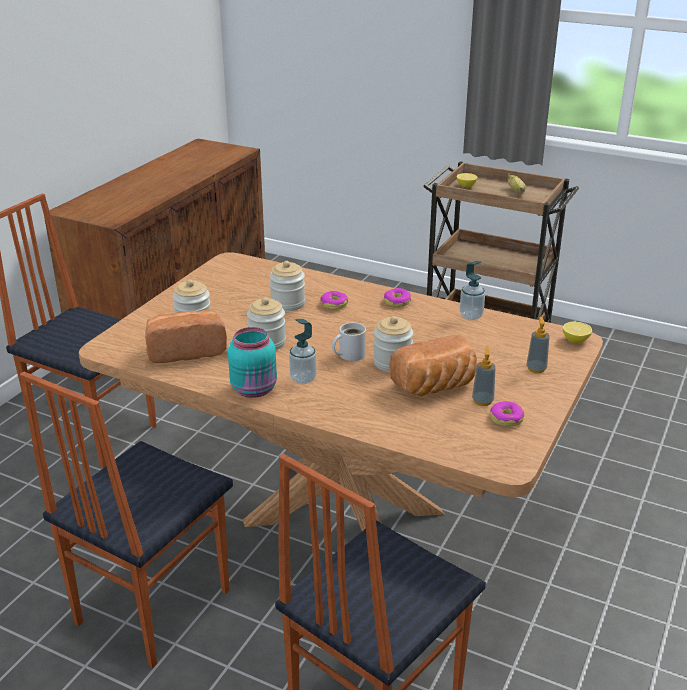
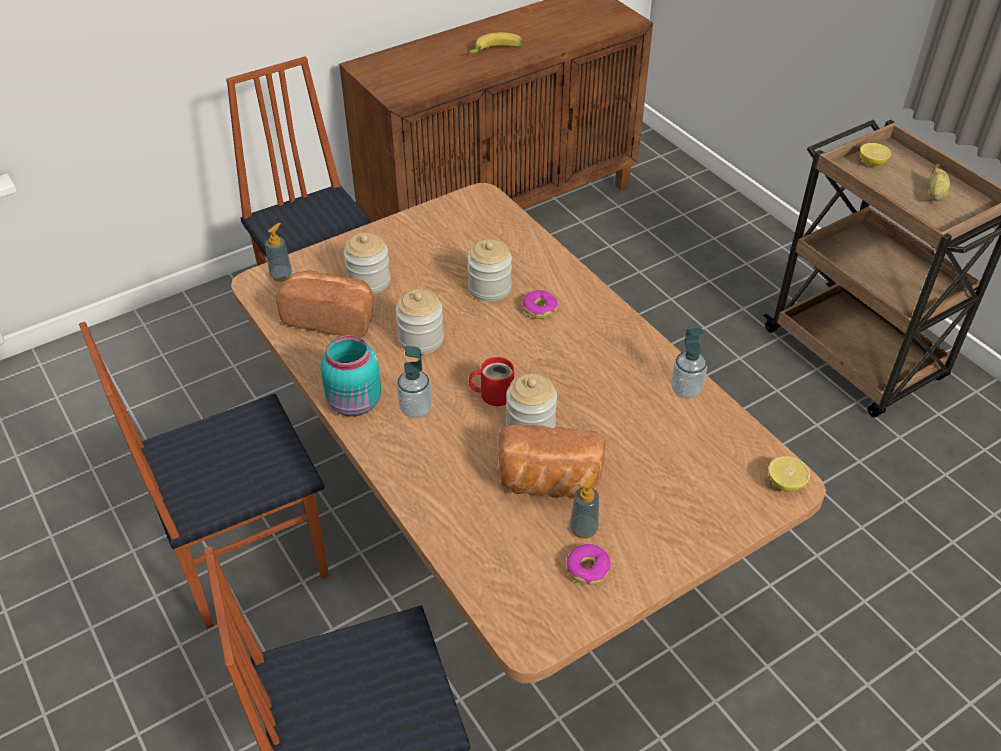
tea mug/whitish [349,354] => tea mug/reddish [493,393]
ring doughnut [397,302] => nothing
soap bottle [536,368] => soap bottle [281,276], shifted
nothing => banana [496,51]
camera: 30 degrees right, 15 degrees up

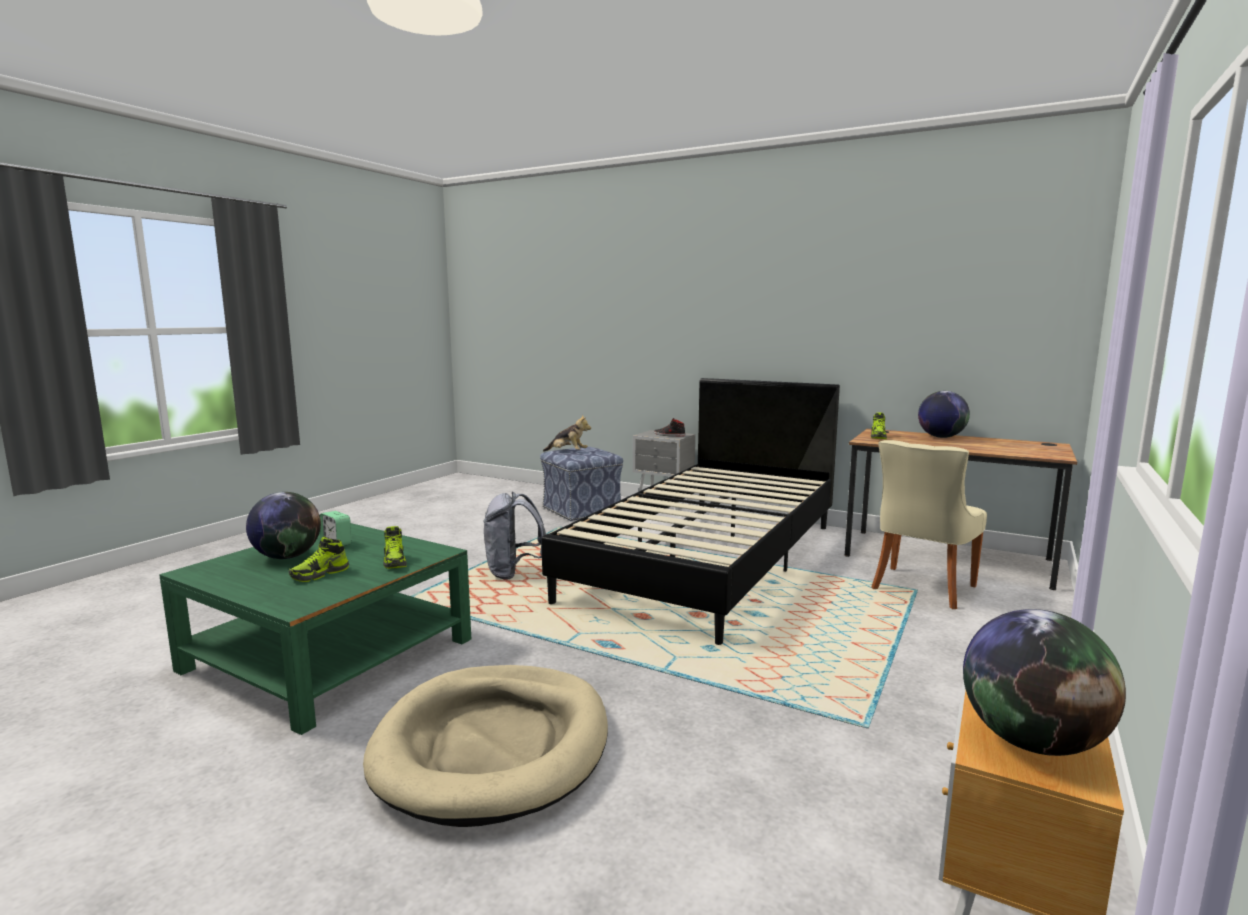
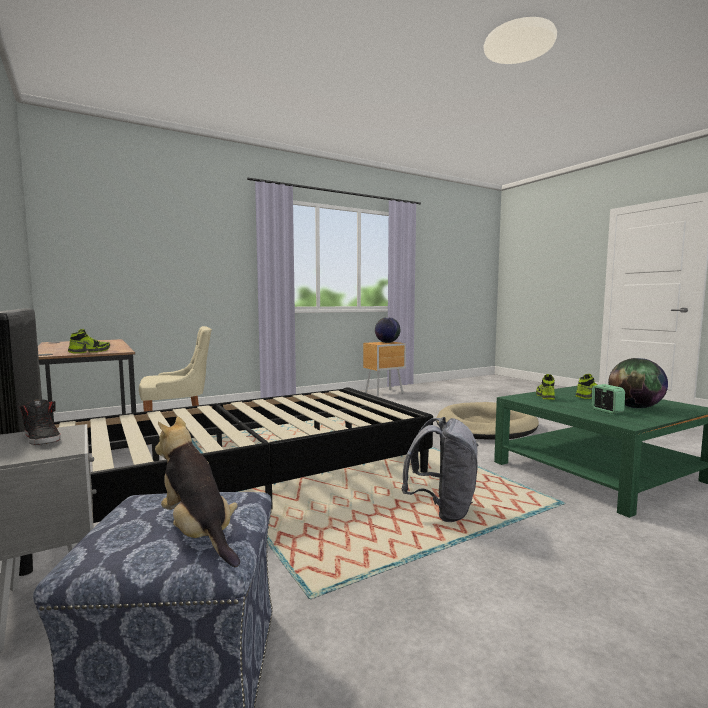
world globe [941,437] => nothing
camera: 150 degrees left, 5 degrees down

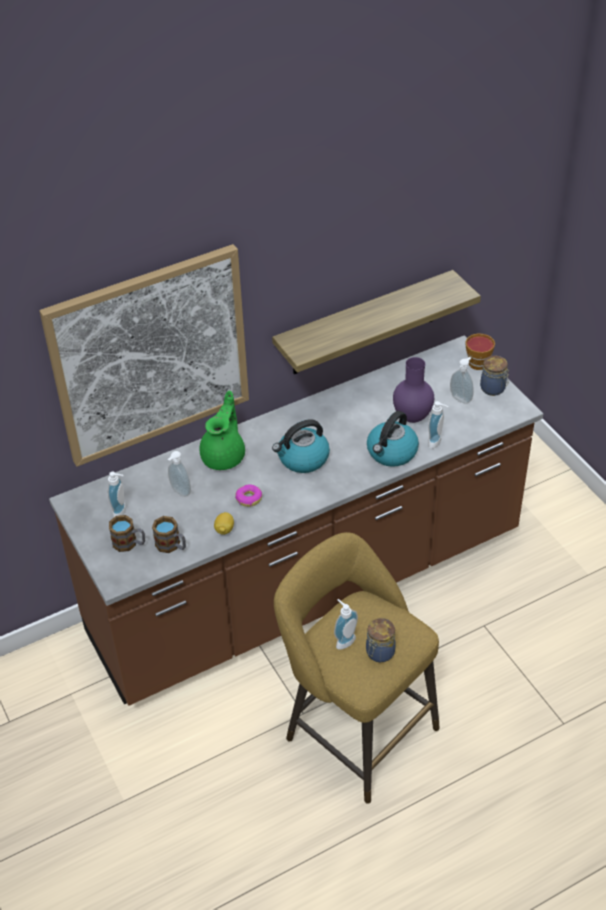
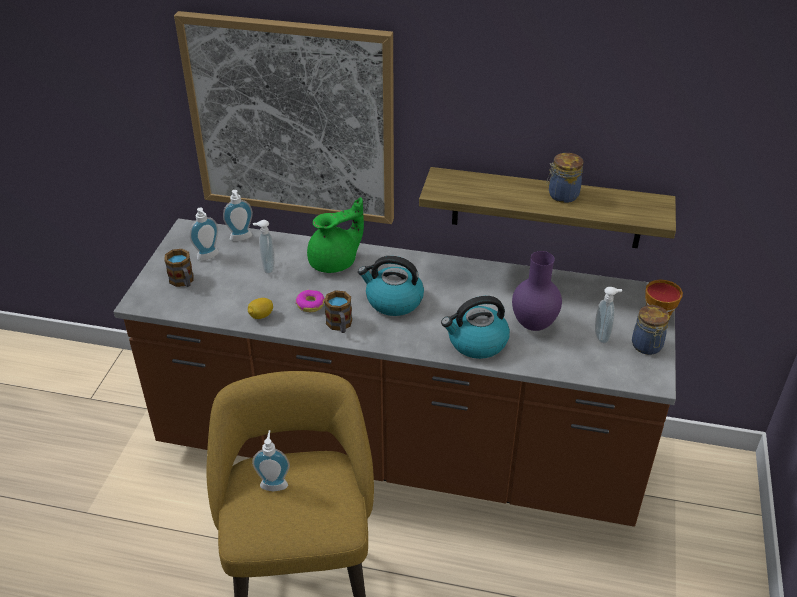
tea mug [172,546] => tea mug [340,325], shifted
jar [379,653] => jar [562,195], shifted
soap bottle [437,443] => soap bottle [241,239], shifted
camera: 40 degrees right, 5 degrees down

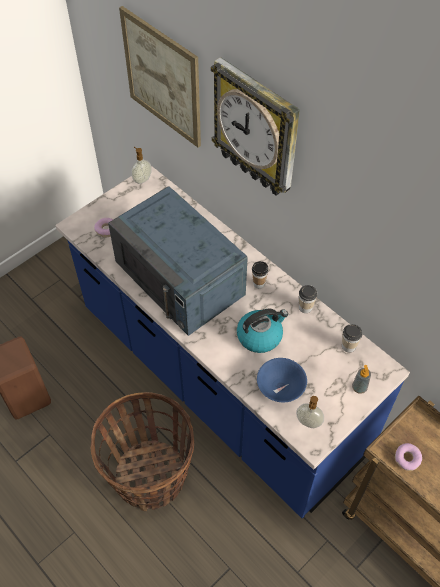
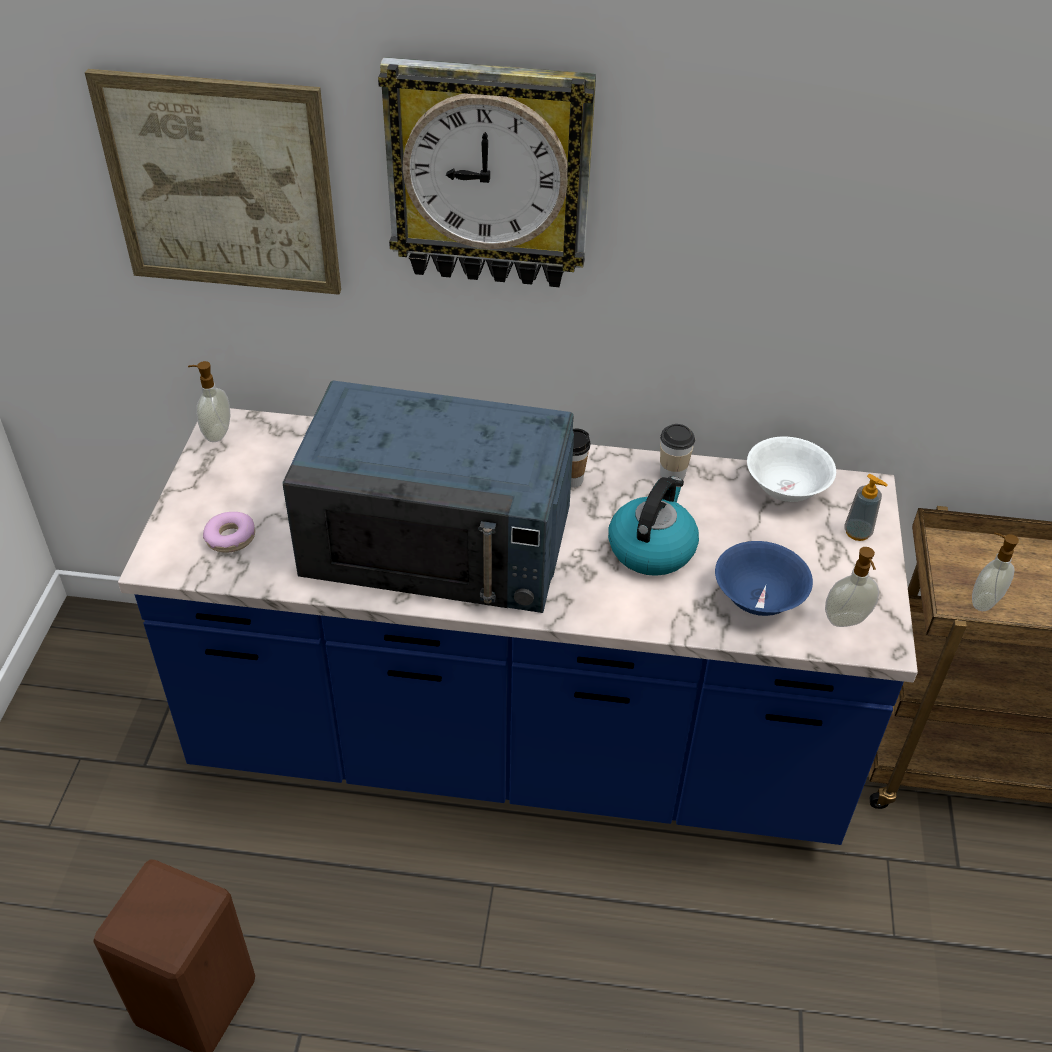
basket [150,476] => nothing
cup [348,346] => bowl/whitish [785,489]
ring doughnut [407,459] => soap bottle [983,601]
camera: 40 degrees left, 10 degrees down

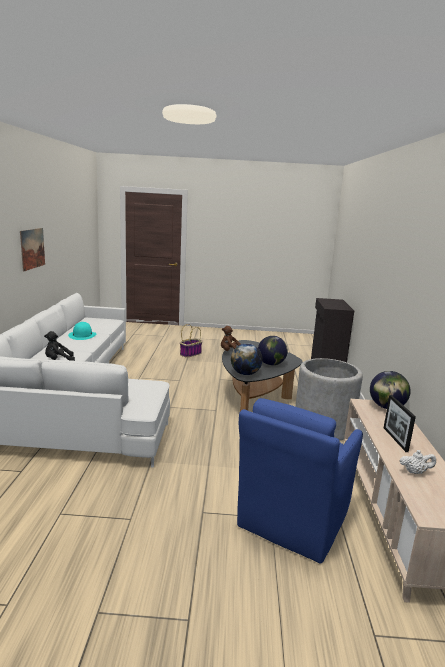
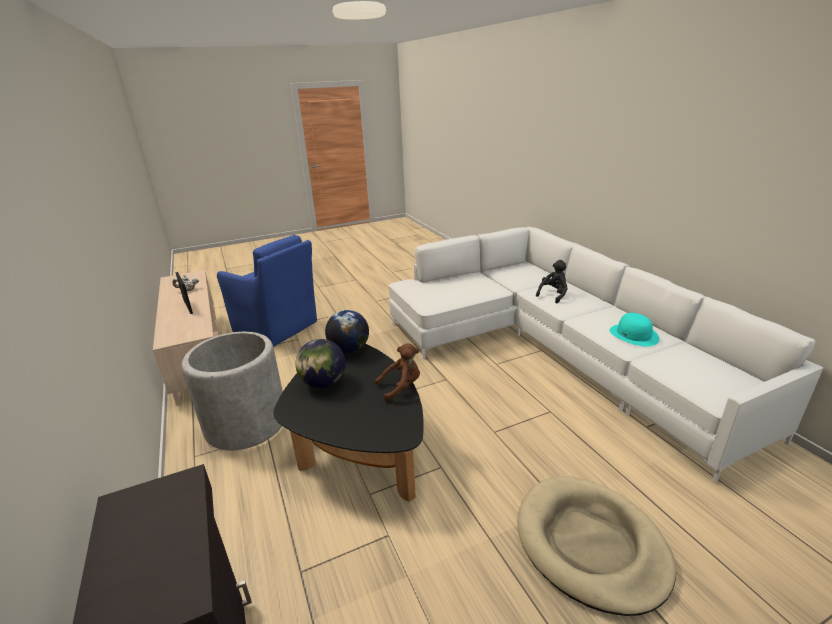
wall picture [32,248] => nothing
basket [190,354] => dog bed/beige-coloured [590,544]
lounge chair/blue [292,520] => lounge chair/blue [277,328], 120 degrees clockwise
world globe [386,407] => nothing
camera: 155 degrees right, 10 degrees up

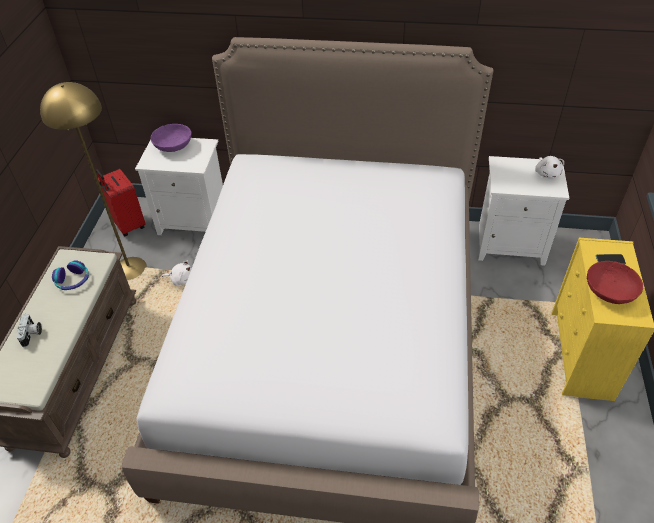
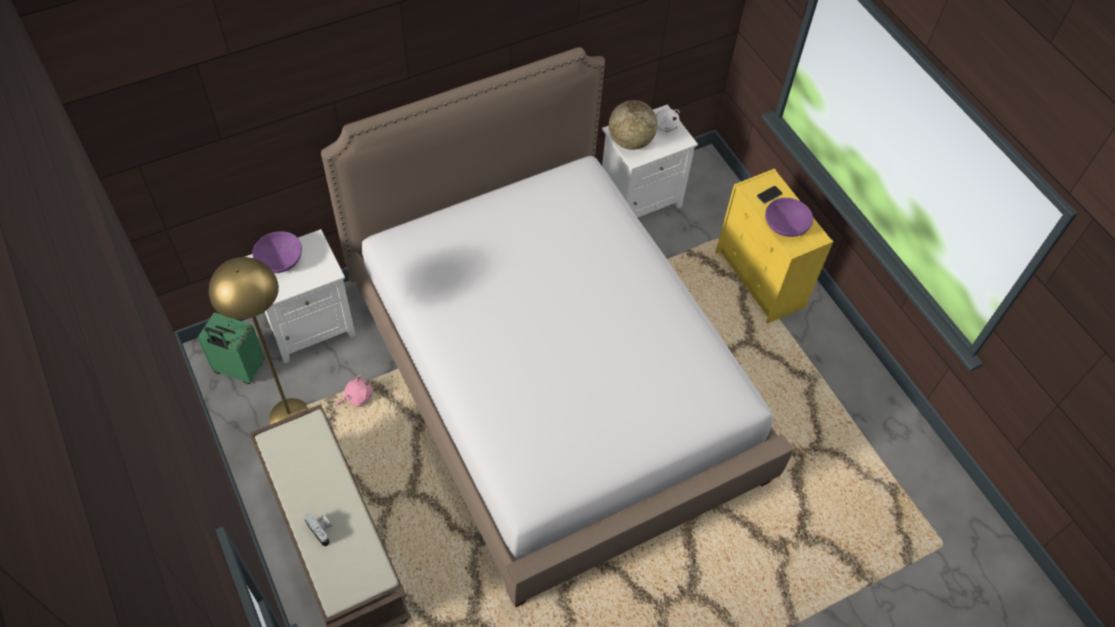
headphones [73,280] => nothing
travel case/reddish [128,225] => travel case/green-coloured [239,369]
plush toy/whitish [181,279] => plush toy/pinkish [357,397]
bowl/reddish [609,291] => bowl/purplish [785,225]
nothing => world globe [630,141]
camera: 40 degrees left, 10 degrees up

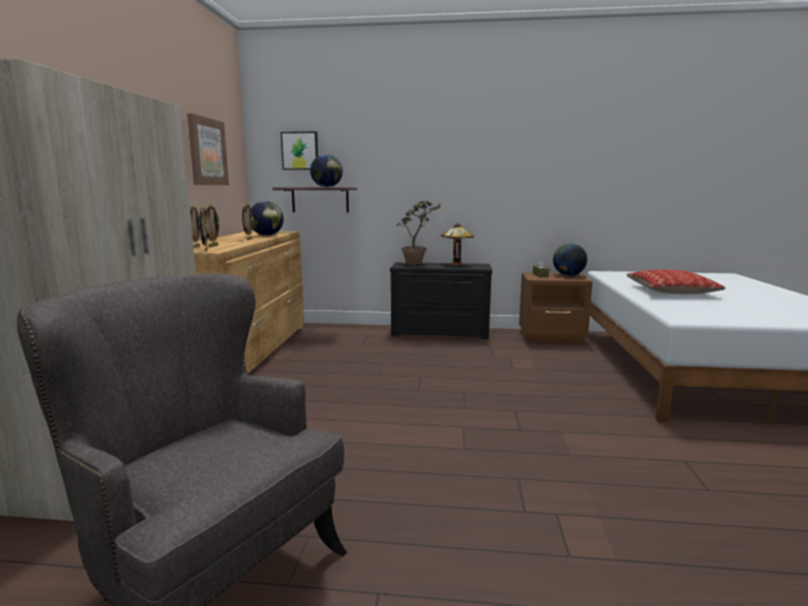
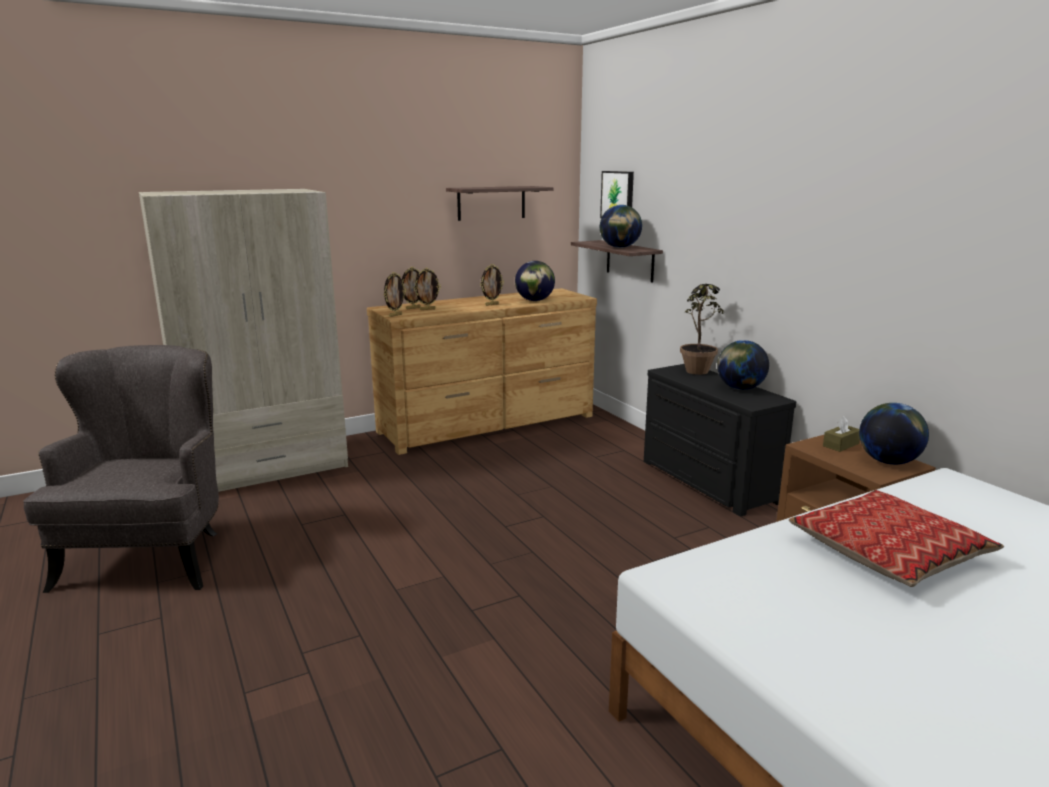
wall picture [207,152] => wall shelf [491,203]
lamp for a table [456,264] => world globe [740,388]
camera: 55 degrees right, 5 degrees up

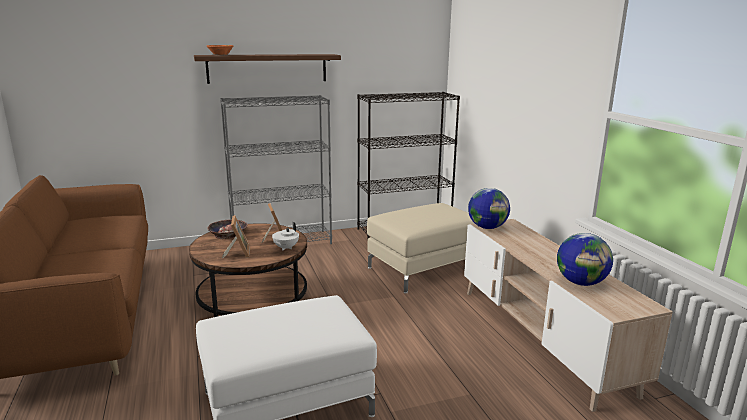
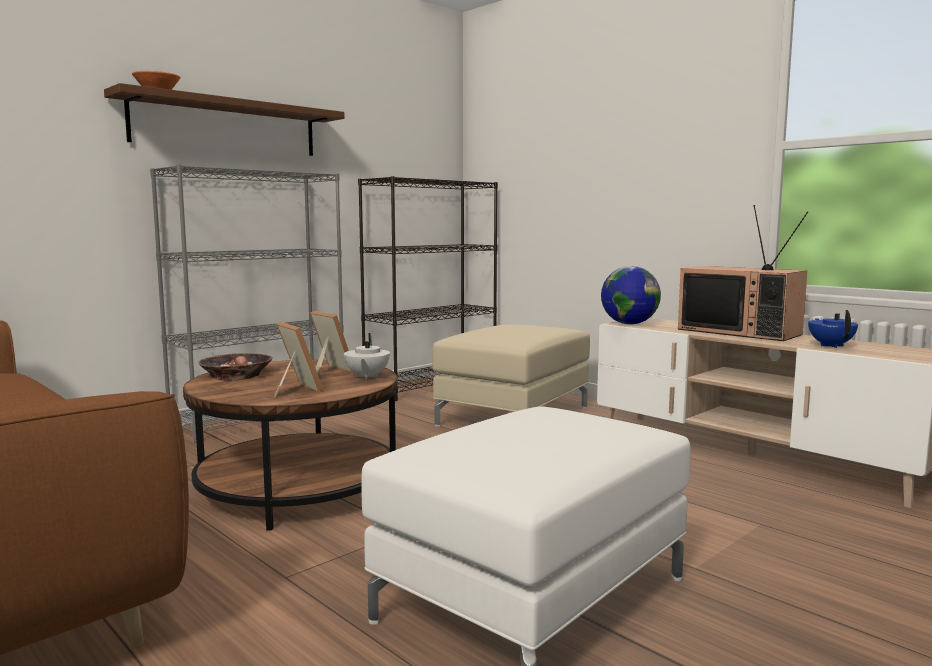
world globe [581,282] => tea pot/blue [831,345]
nothing => TV [741,332]
camera: 25 degrees left, 10 degrees down

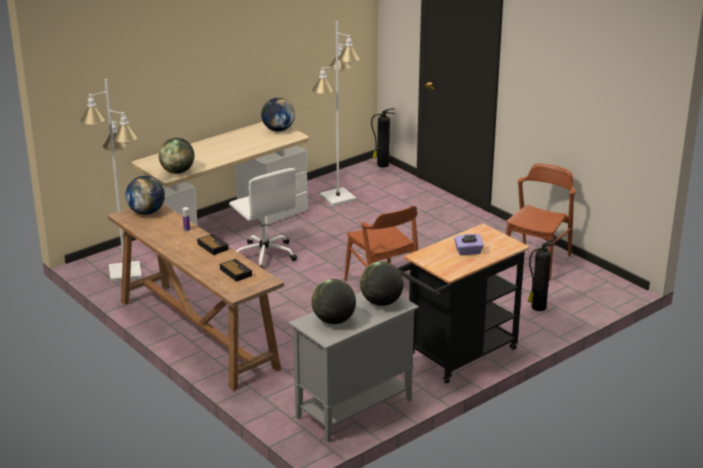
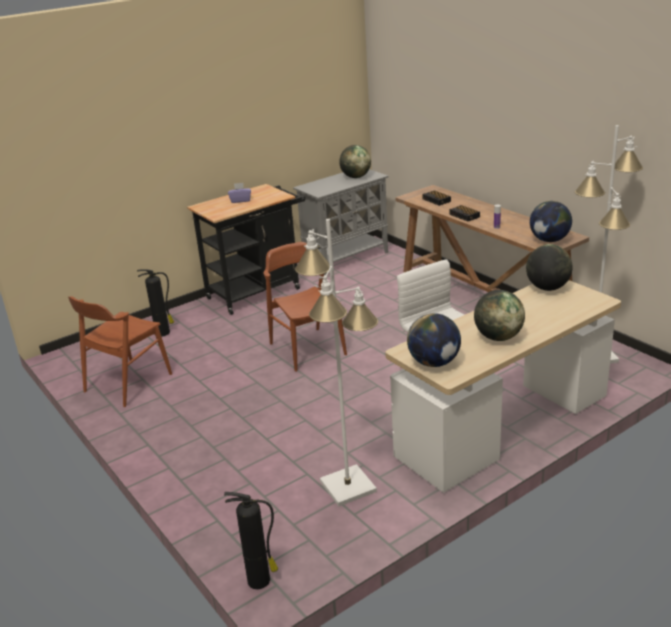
world globe [381,302] => world globe [498,337], shifted
camera: 175 degrees left, 0 degrees up

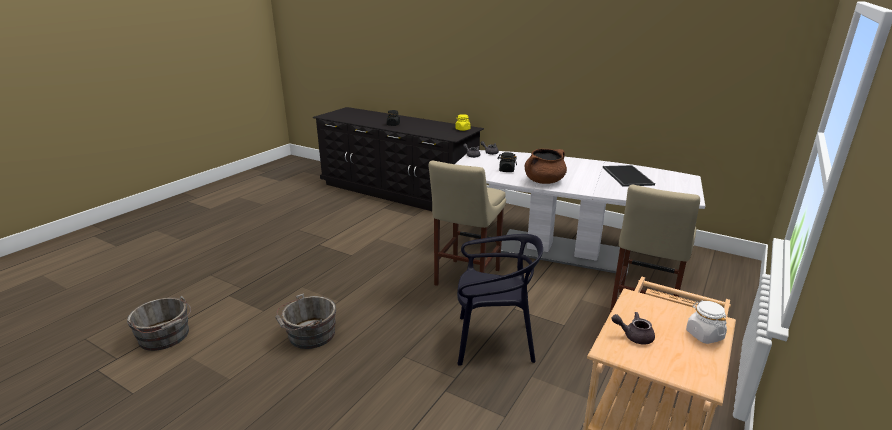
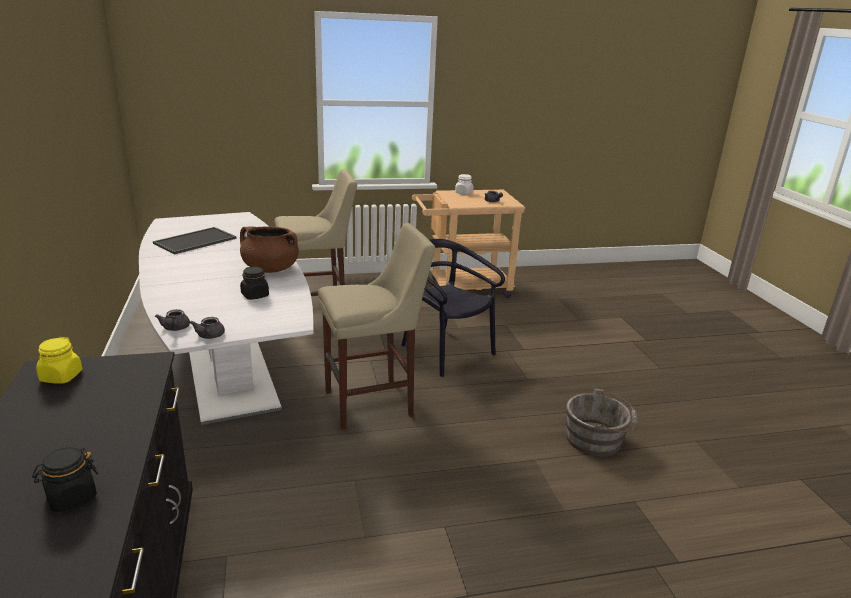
pail/gray [165,337] => nothing
camera: 135 degrees left, 0 degrees up

